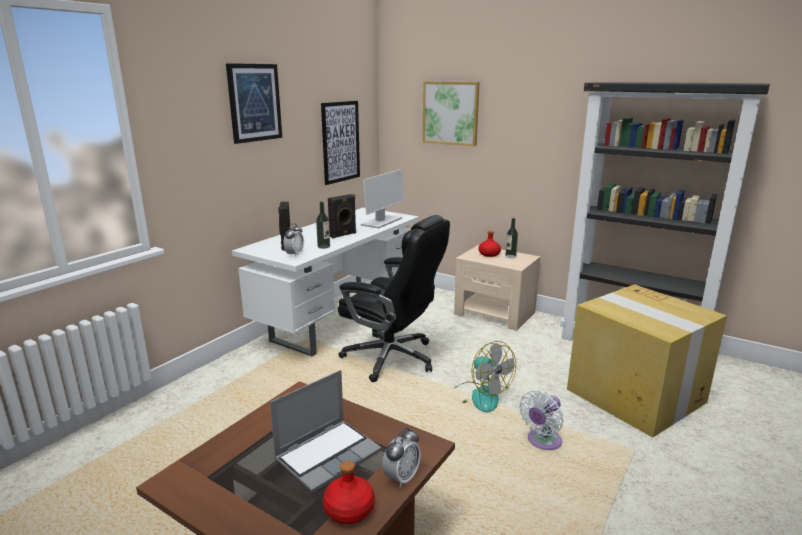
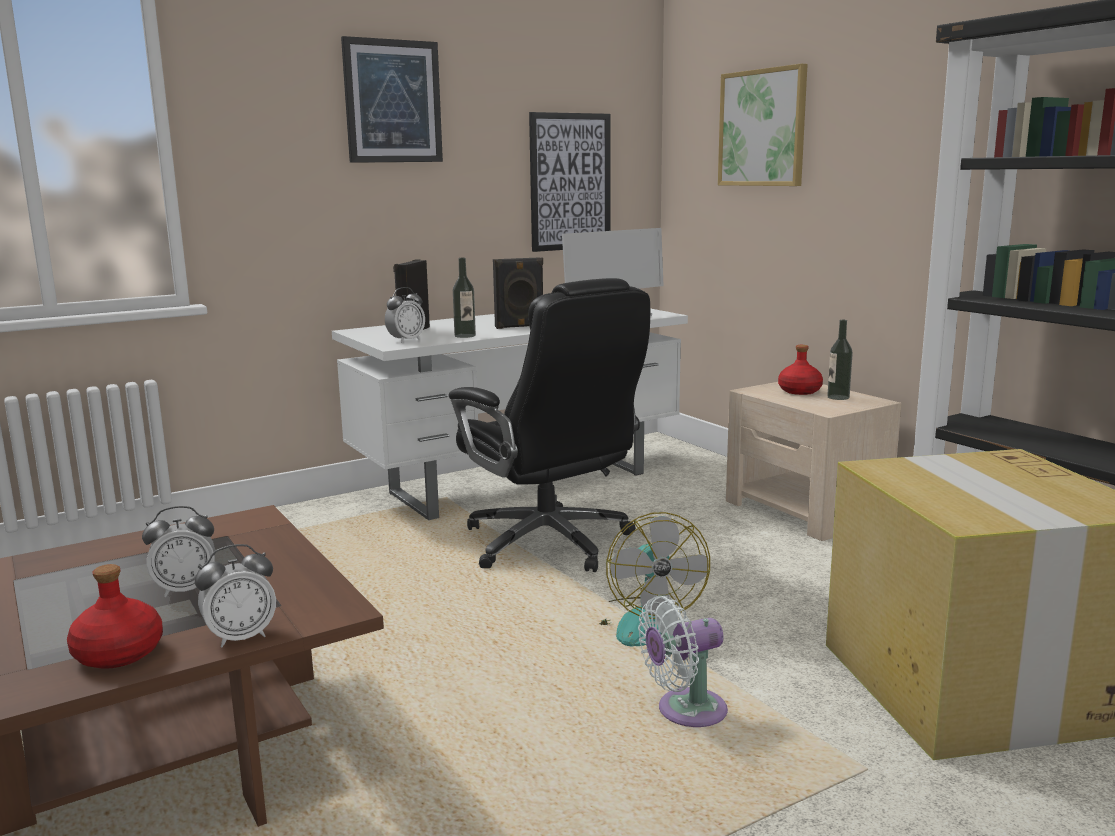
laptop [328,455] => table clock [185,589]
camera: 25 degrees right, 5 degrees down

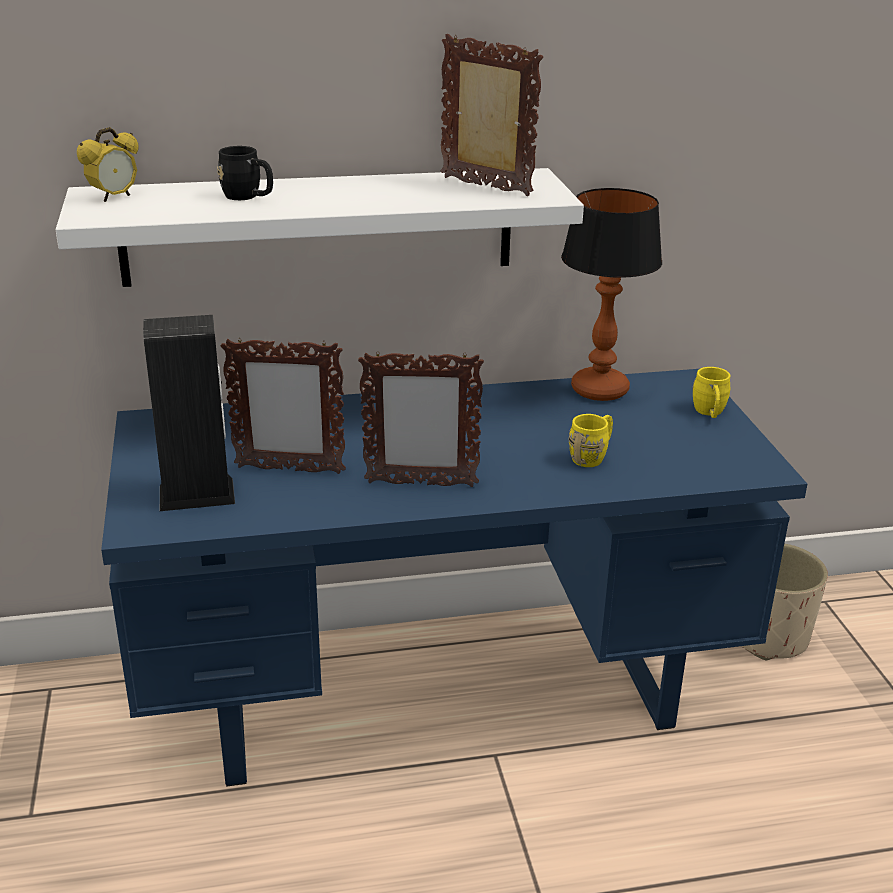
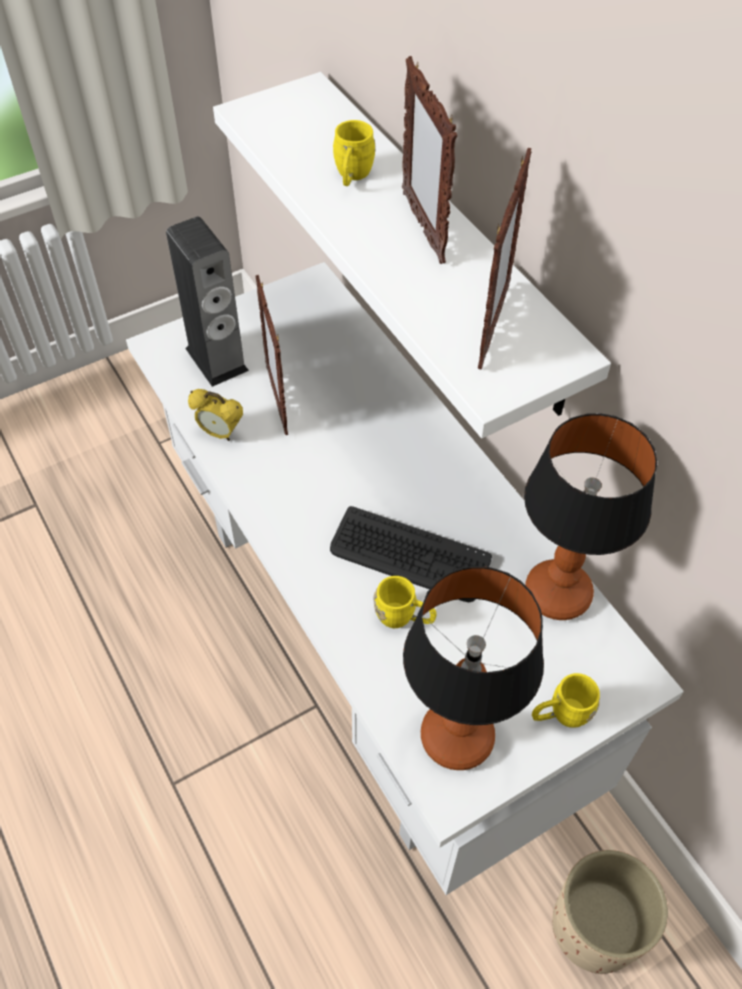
table clock [114,197] => table clock [220,433], shifted
desk unit/blue [443,695] => desk unit/whitish [372,644]
tea mug/blackish [248,197] => tea mug/yellowish [352,176]
standing frame [420,484] => standing frame [423,227], shifted
nothing => computer keyboard [409,556]
nothing => lamp for a table [456,735]
camera: 70 degrees right, 25 degrees up

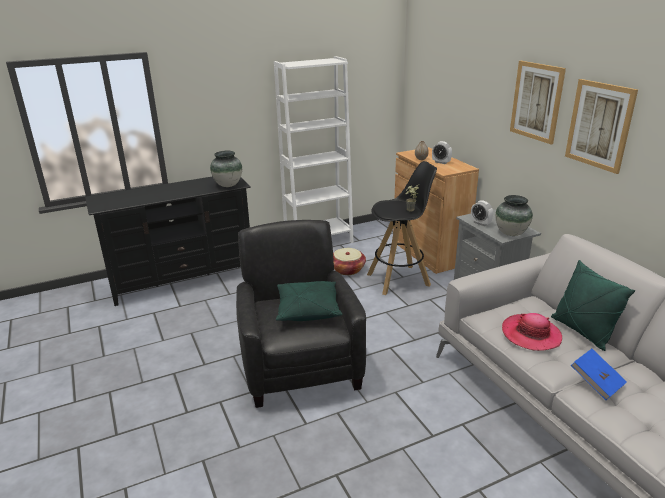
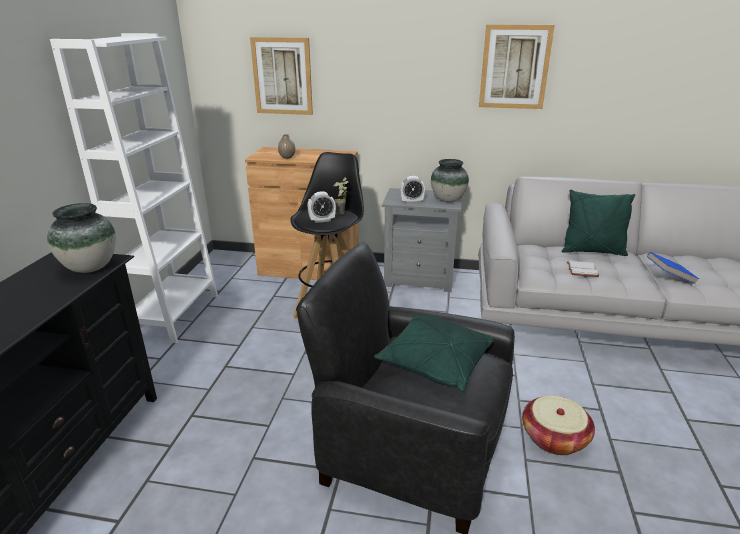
basket [347,269] => basket [554,438], shifted
table clock [441,162] => table clock [322,220], shifted
clothing hat [531,334] => bound book/whitish [583,270]
wall picture [536,101] => wall picture [282,76], shifted
camera: 55 degrees left, 0 degrees up

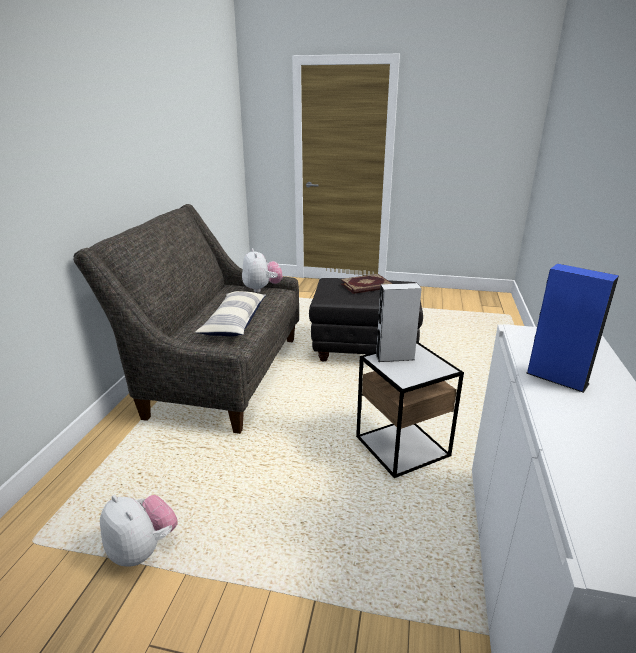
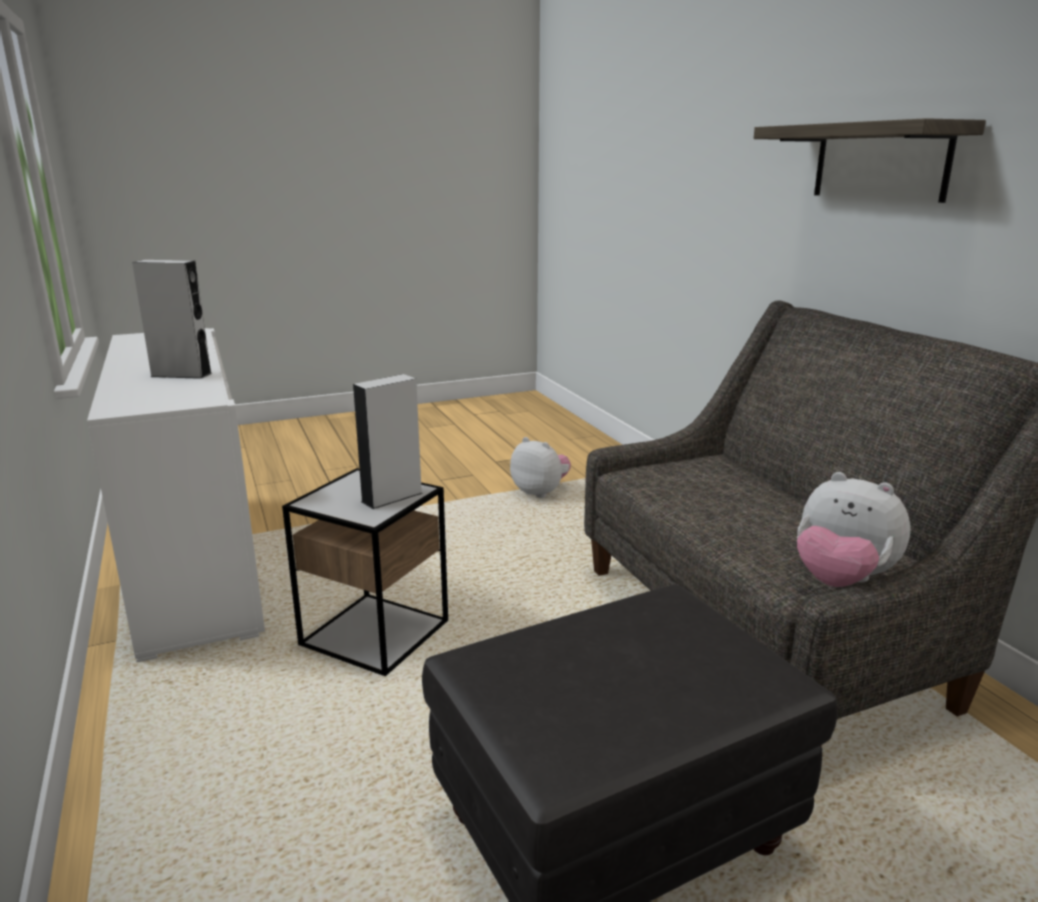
plush toy [143,549] => plush toy [540,492], 150 degrees counterclockwise
pillow [234,322] => nothing
bound book [366,286] => nothing
speaker/blue [557,378] => speaker/gray [181,375]
nothing => wall shelf [880,162]
camera: 145 degrees right, 5 degrees down

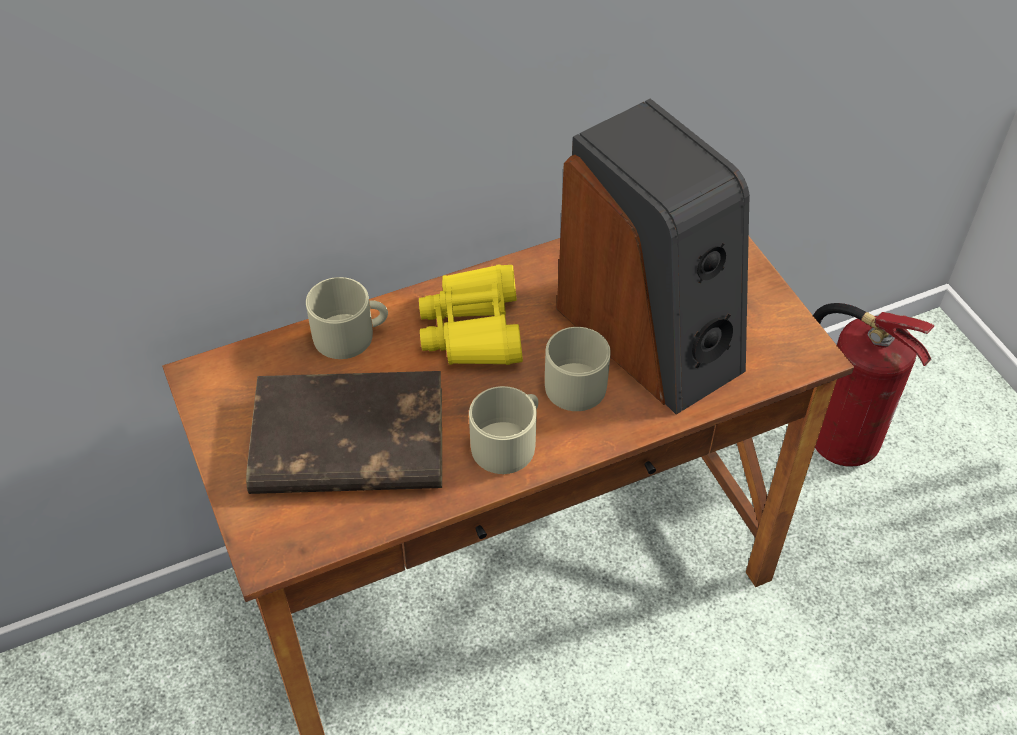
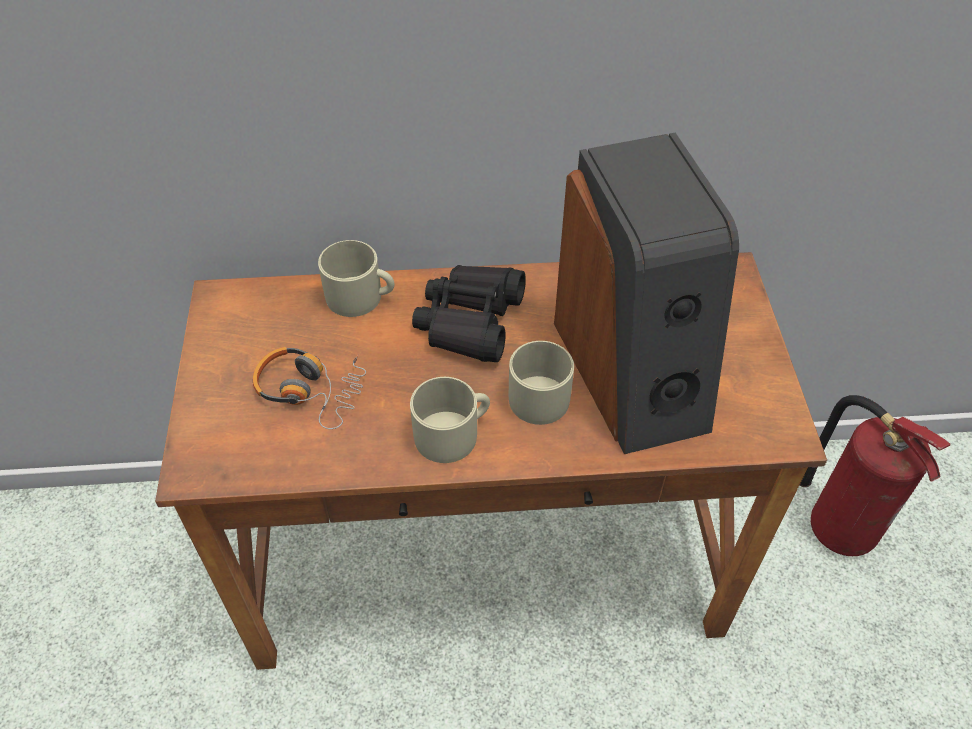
bound book/brown [347,442] => headphones [310,390]
field glasses/yellowish [473,329] => field glasses/blackish [470,321]
camera: 20 degrees right, 0 degrees up

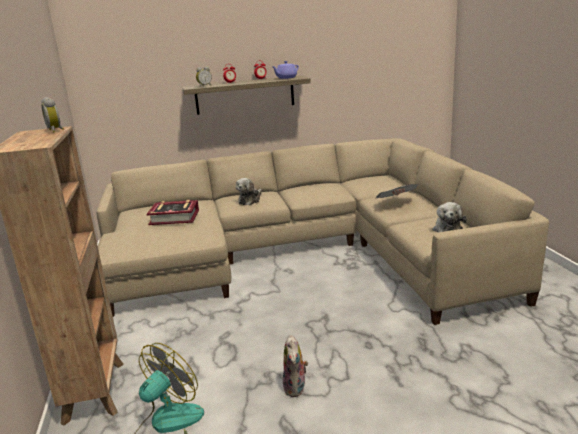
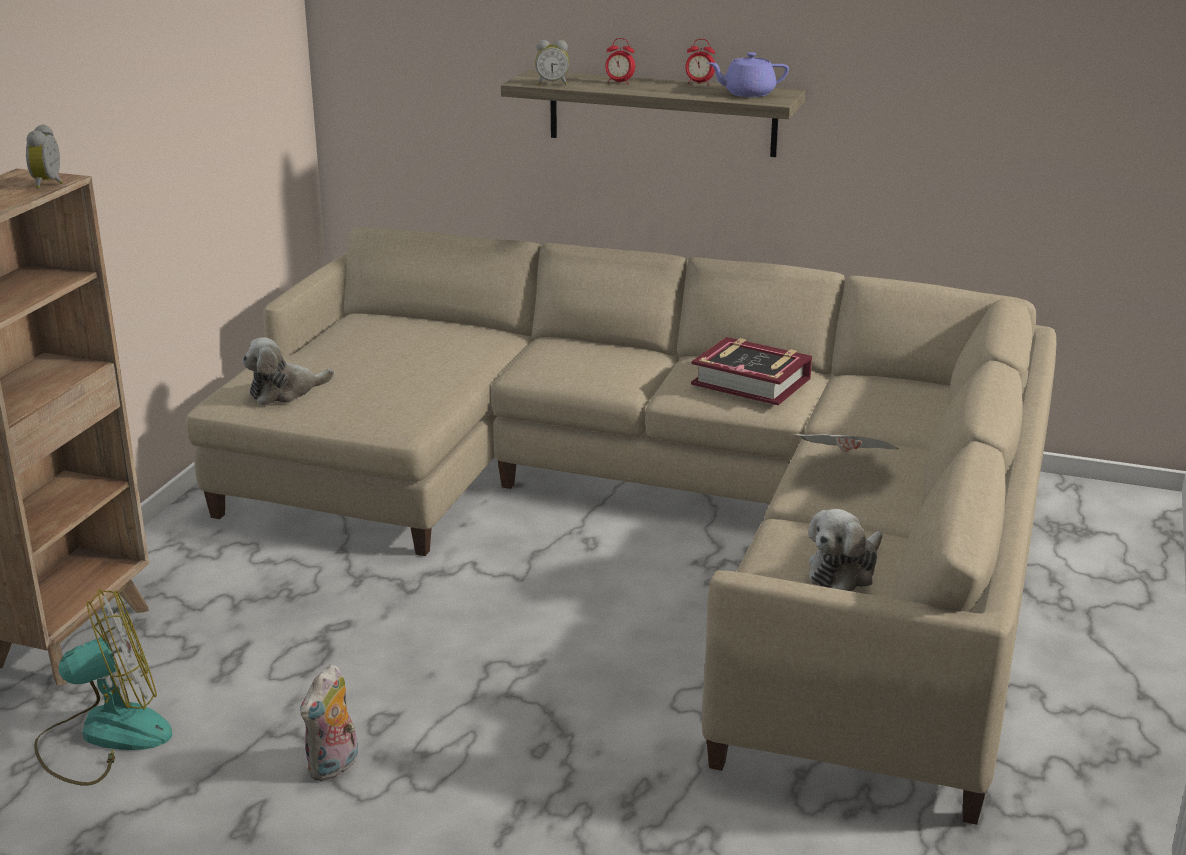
bound book [174,217] => bound book [751,381], shifted
plush toy [250,200] => plush toy [285,392], shifted
camera: 30 degrees right, 5 degrees up

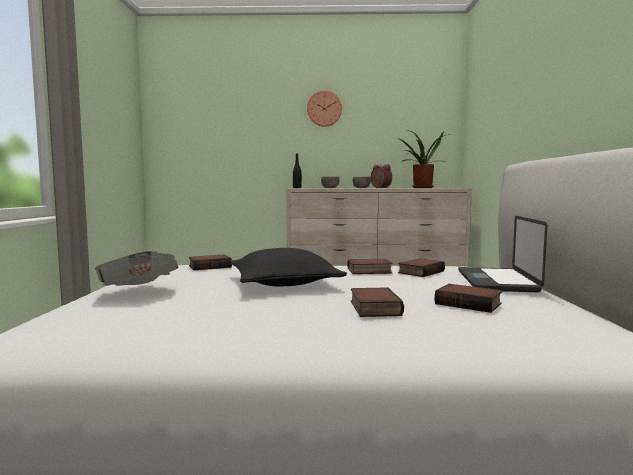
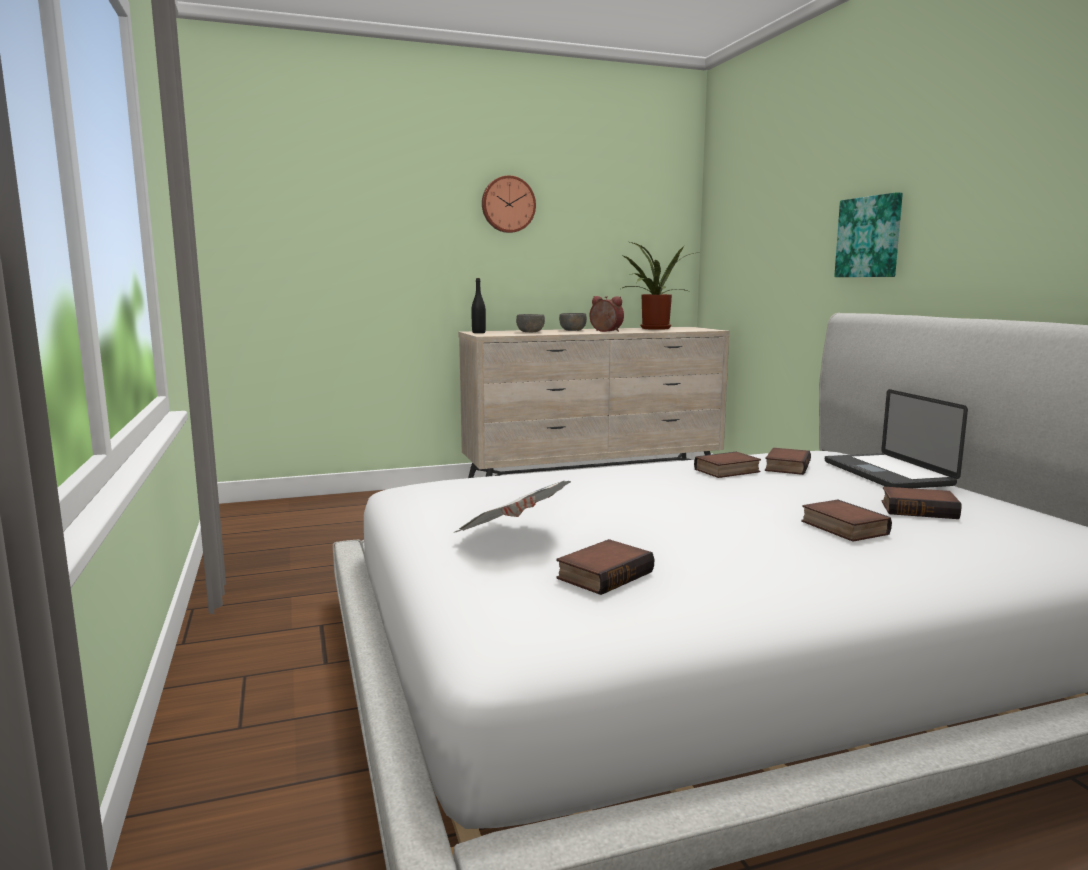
bound book [210,266] => bound book [603,574], shifted
pillow/blackish [284,283] => nothing
nothing => wall picture [870,237]
camera: 20 degrees left, 5 degrees up

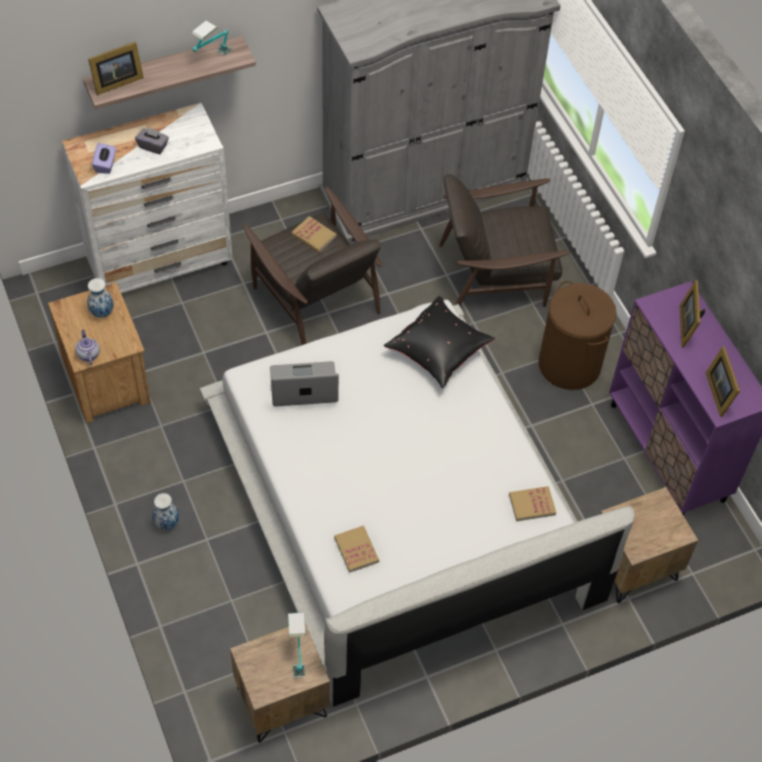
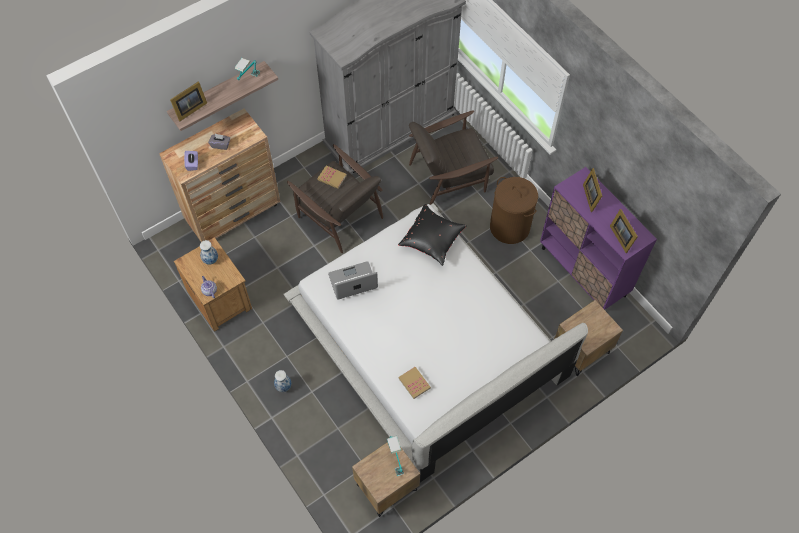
dresser/whitish [161,263] => dresser/brown [234,213]
bound book [532,504] => nothing
camera: 10 degrees left, 5 degrees up

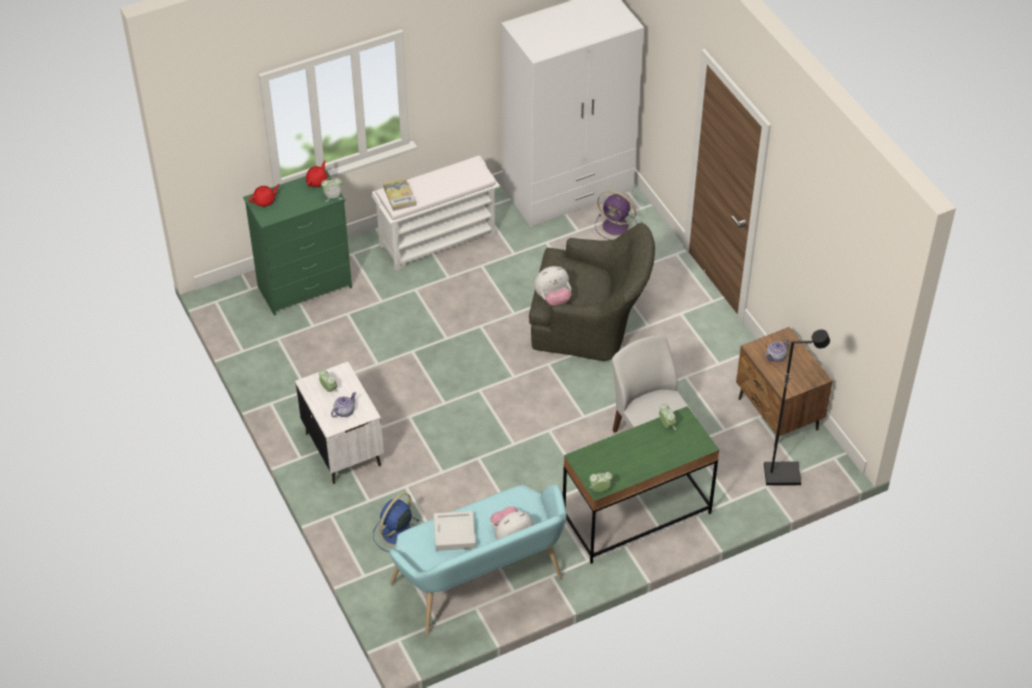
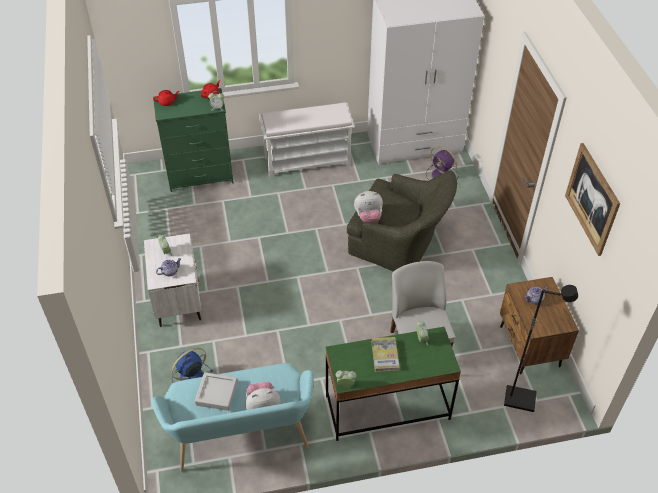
bound book [399,196] => bound book [385,355], shifted
nothing => wall picture [592,199]
camera: 15 degrees right, 0 degrees up

